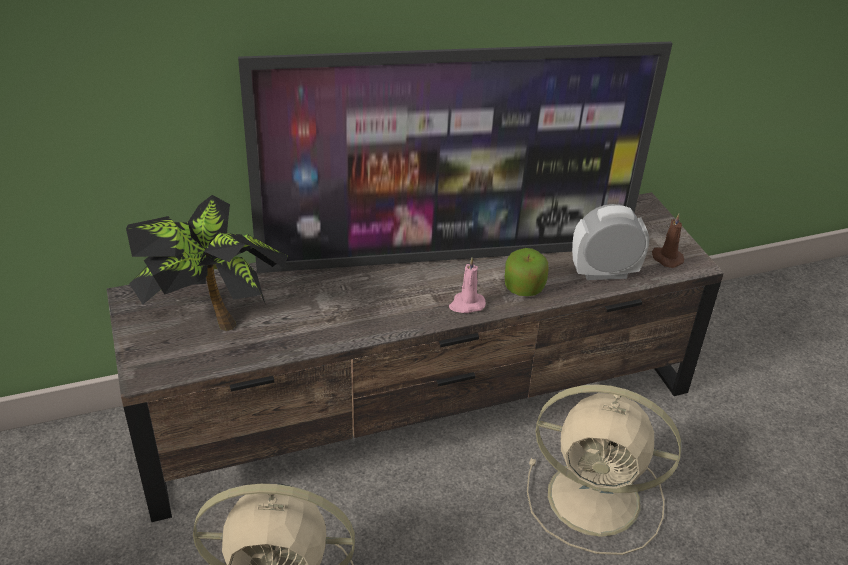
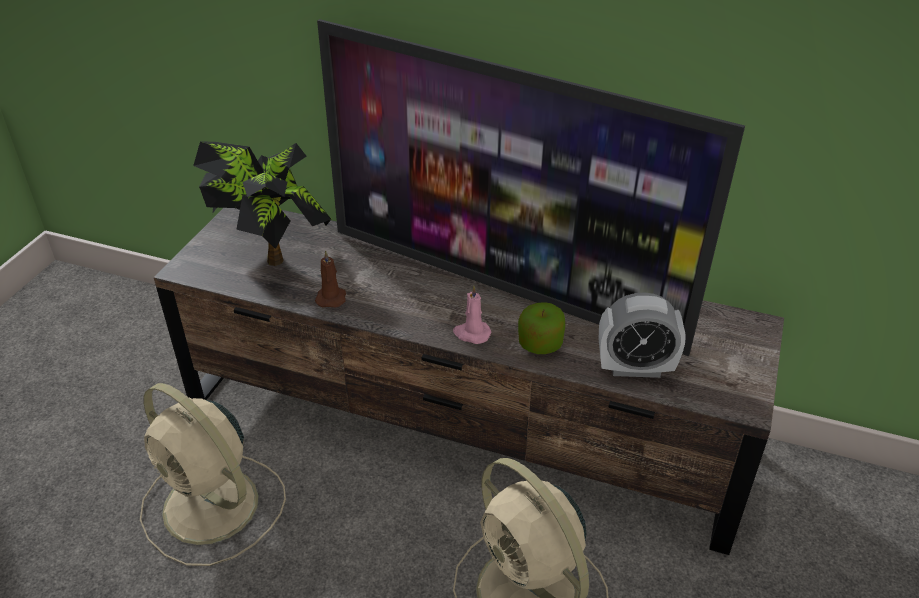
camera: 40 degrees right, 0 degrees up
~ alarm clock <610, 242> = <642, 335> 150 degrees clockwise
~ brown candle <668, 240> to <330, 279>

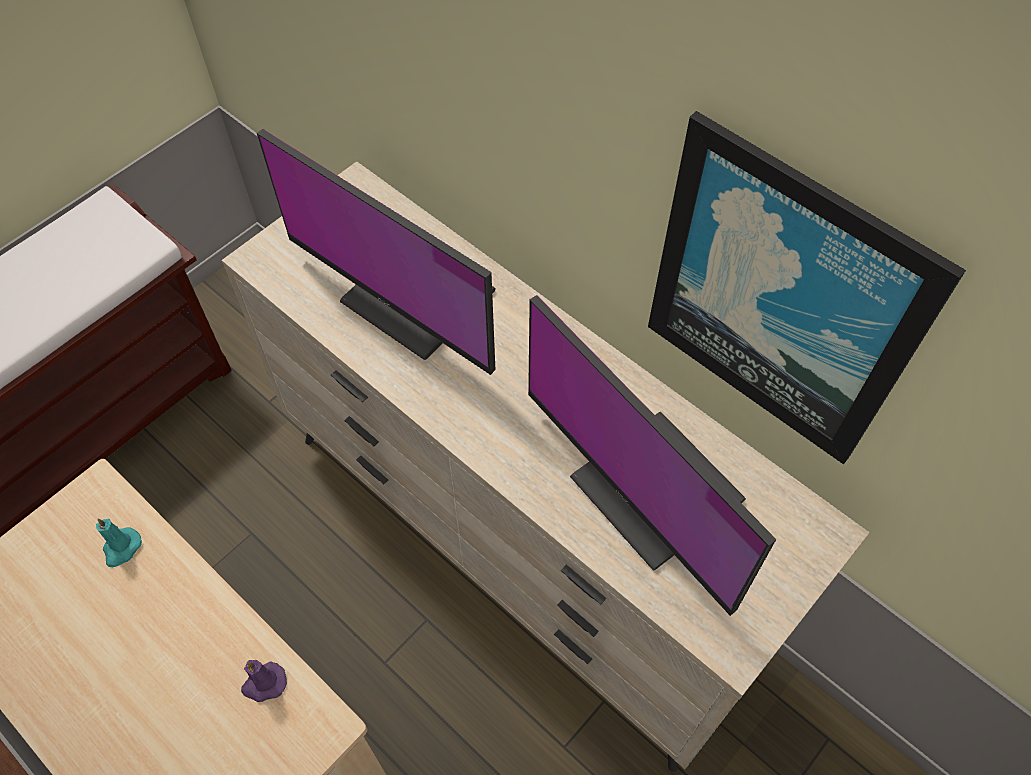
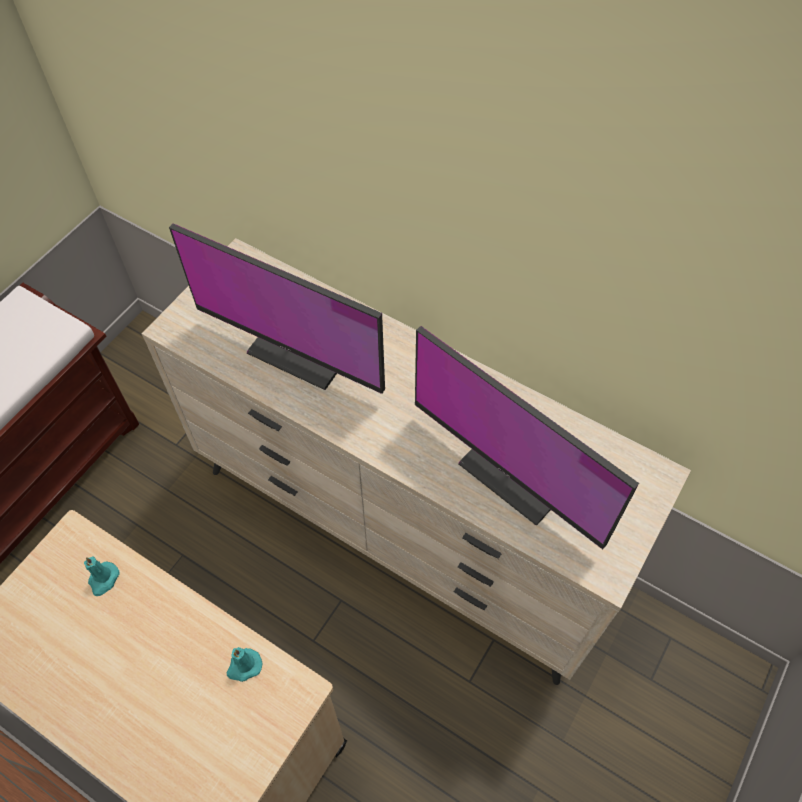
camera: 10 degrees left, 0 degrees up
~ purple candle <264, 681> to turquoise candle <244, 664>
- picture <807, 287>

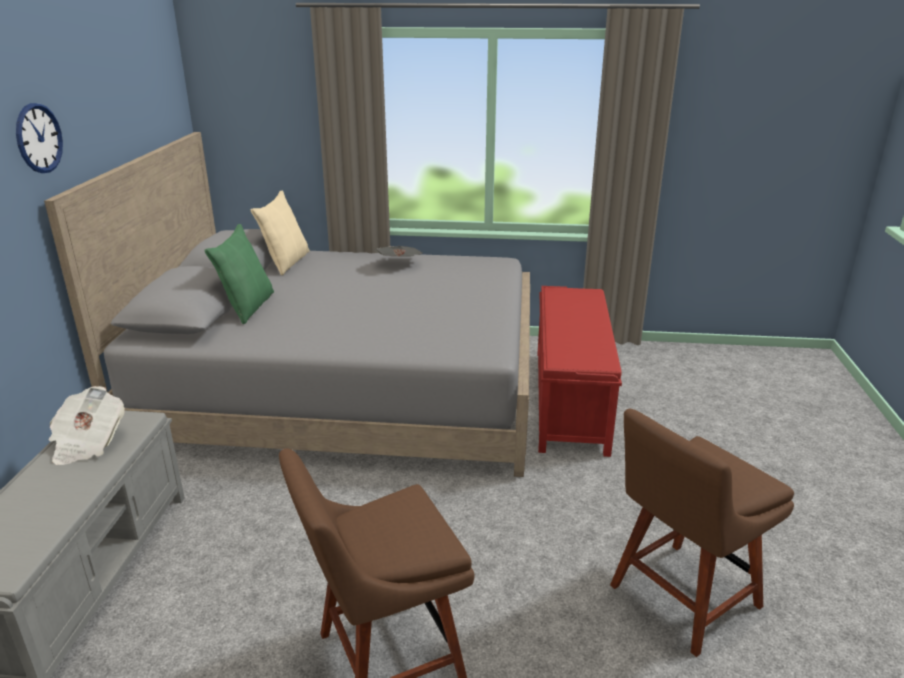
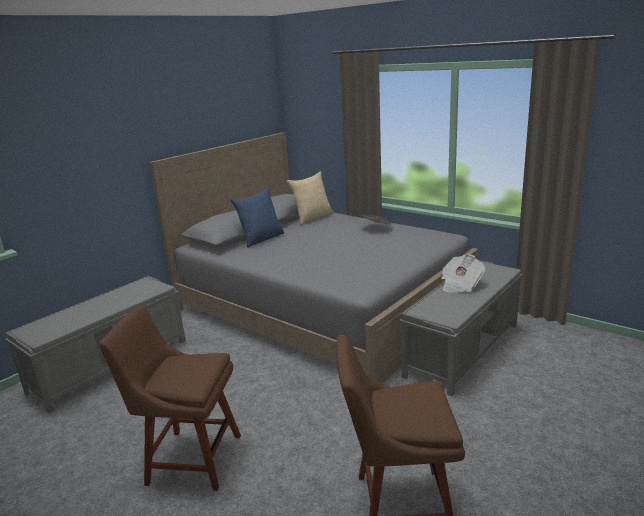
camera: 35 degrees right, 5 degrees down
- wall clock <39, 138>
~ newspaper <87, 425> to <463, 273>
~ green pillow <239, 274> to blue pillow <257, 218>
~ red bench <579, 371> to grey bench <461, 328>

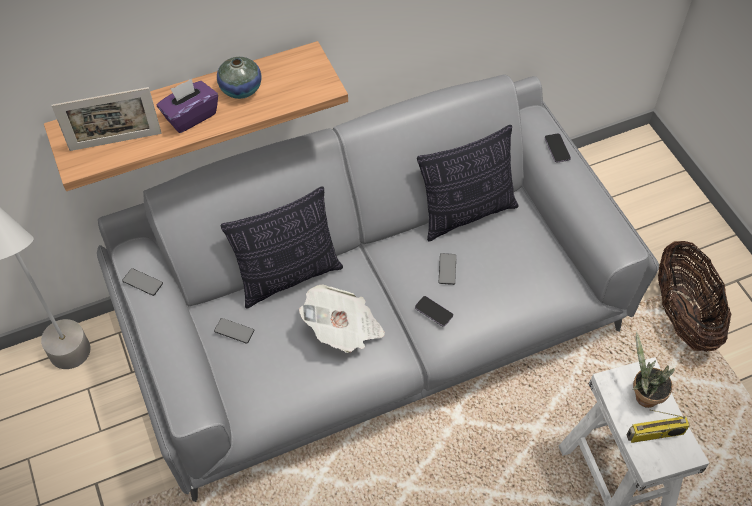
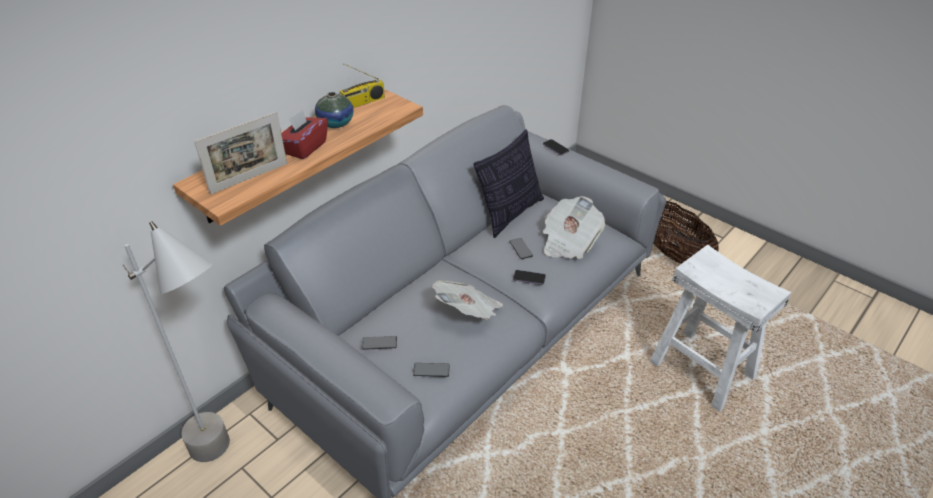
camera: 25 degrees left, 15 degrees down
~ phone <142, 282> to <431, 370>
~ purple tissue box <187, 106> to red tissue box <305, 134>
- pillow <282, 247>
~ radio <658, 426> to <362, 85>
- potted plant <654, 369>
+ newspaper <574, 227>

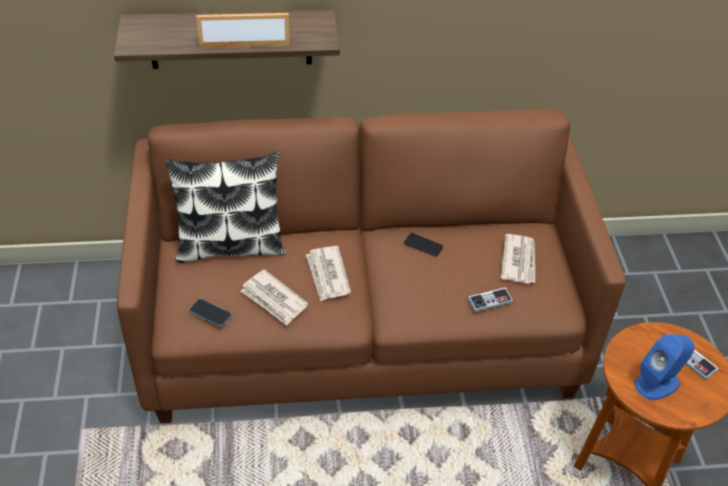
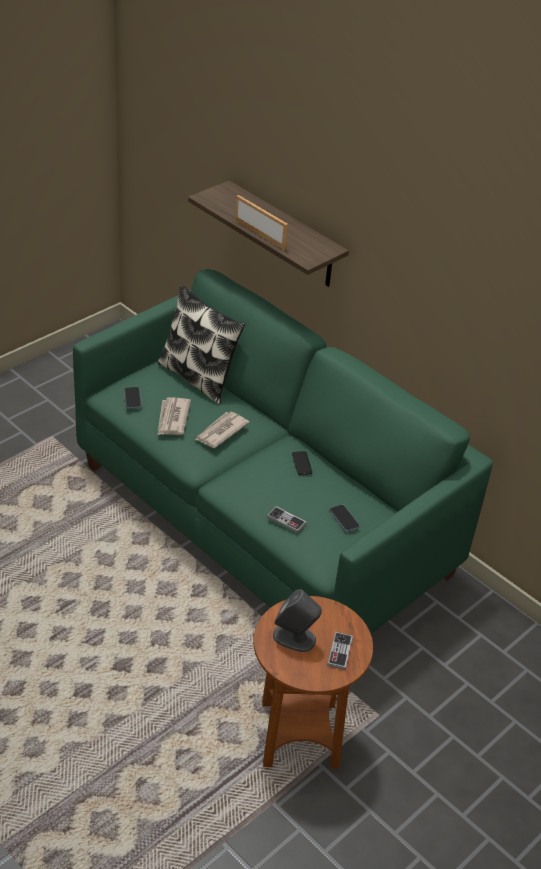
camera: 50 degrees right, 5 degrees down
~ brown sofa <371, 266> to green sofa <283, 451>
~ newspaper <518, 259> to phone <344, 518>
~ blue speaker <664, 367> to grey speaker <297, 620>

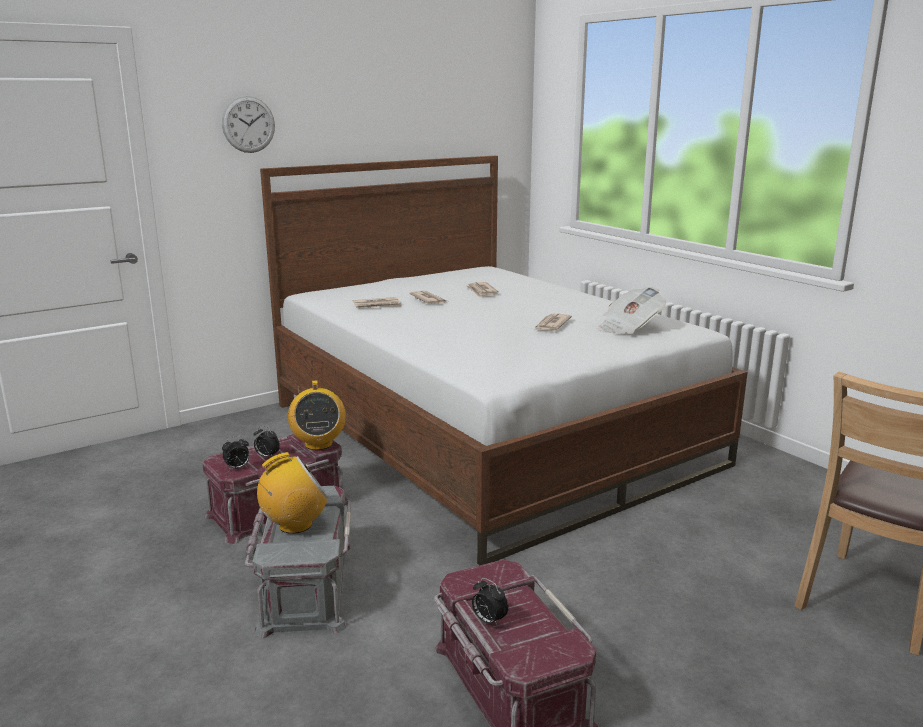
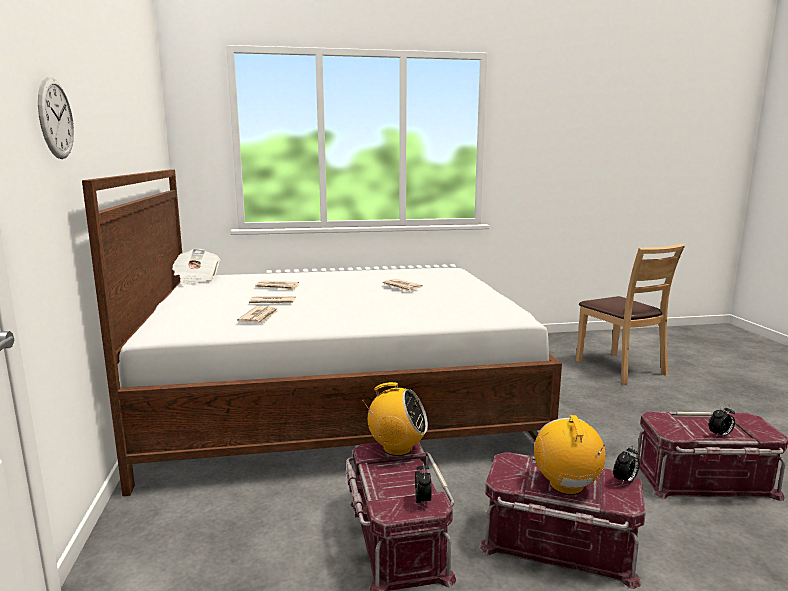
camera: 65 degrees left, 5 degrees down
~ grey storage box <298, 562> to red storage box <562, 520>
~ alarm clock <267, 441> to <626, 465>
~ newspaper <632, 310> to <196, 267>

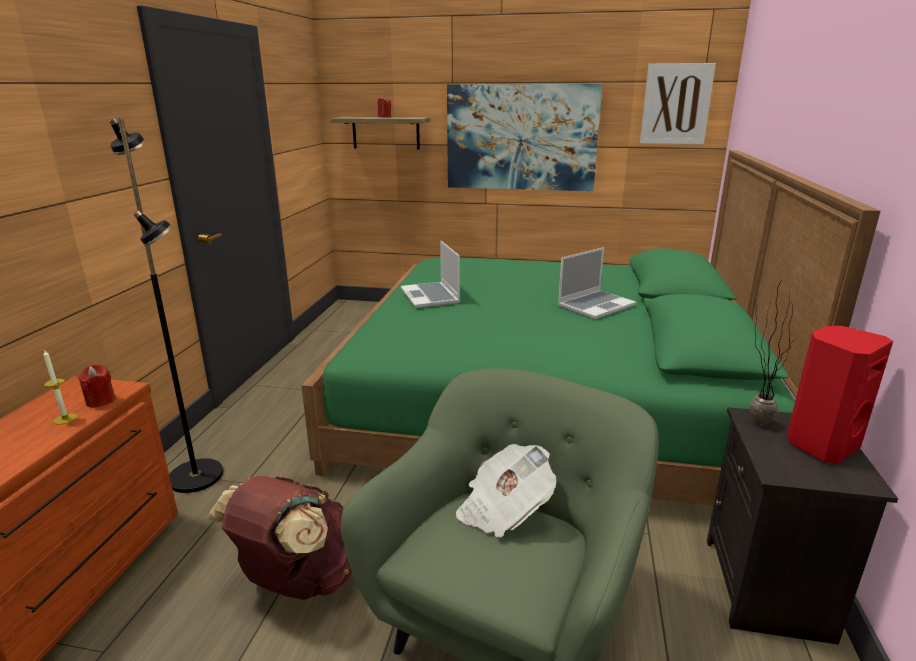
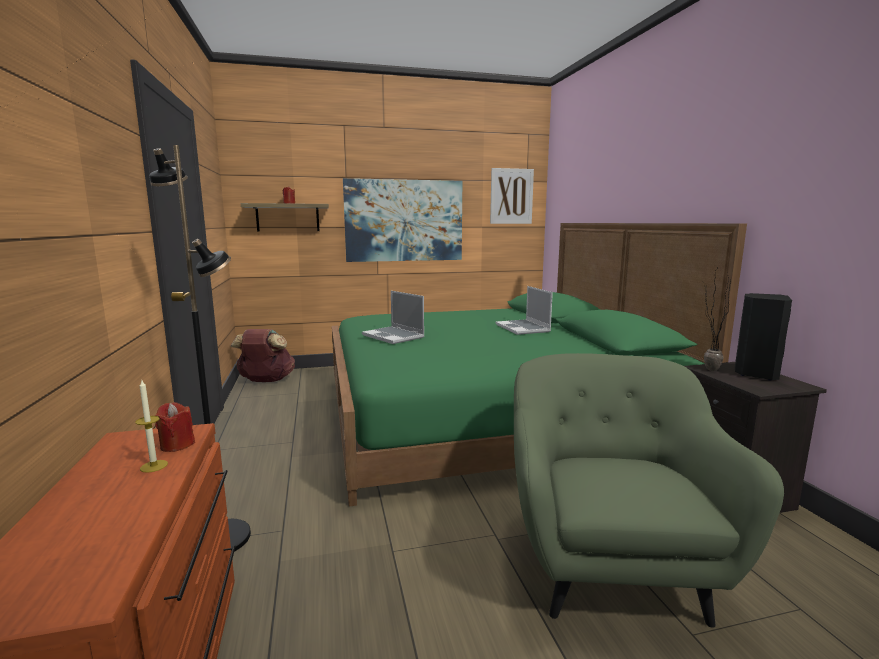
camera: 25 degrees left, 10 degrees down
~ brown backpack <278, 538> to <262, 355>
- newspaper <506, 491>
~ laptop <597, 283> = <524, 310> 135 degrees clockwise
~ red speaker <840, 395> to black speaker <763, 337>

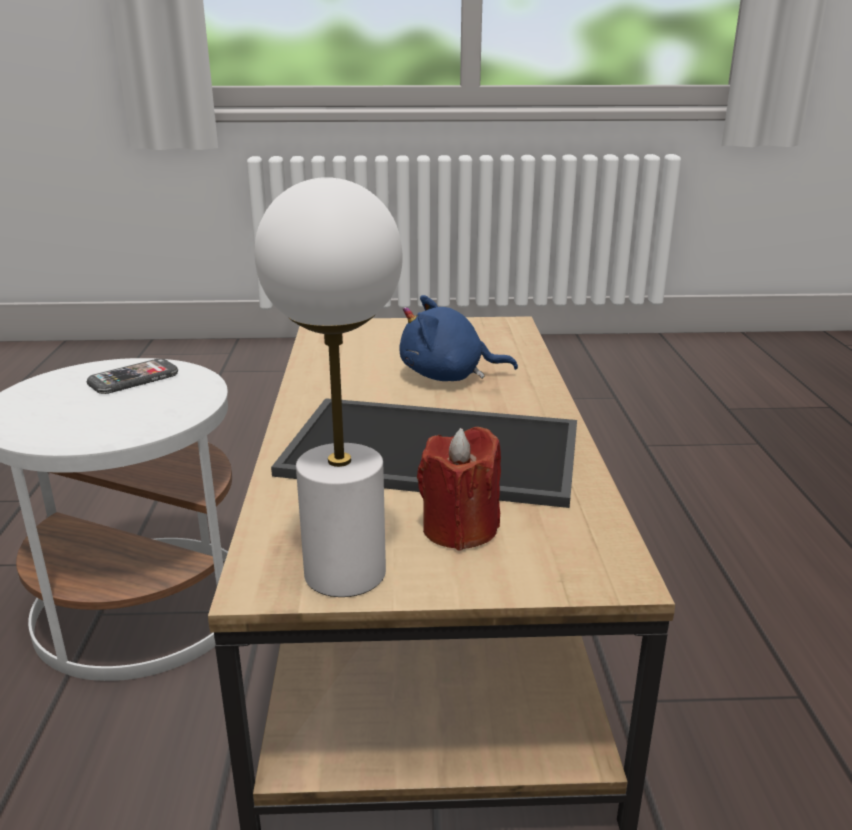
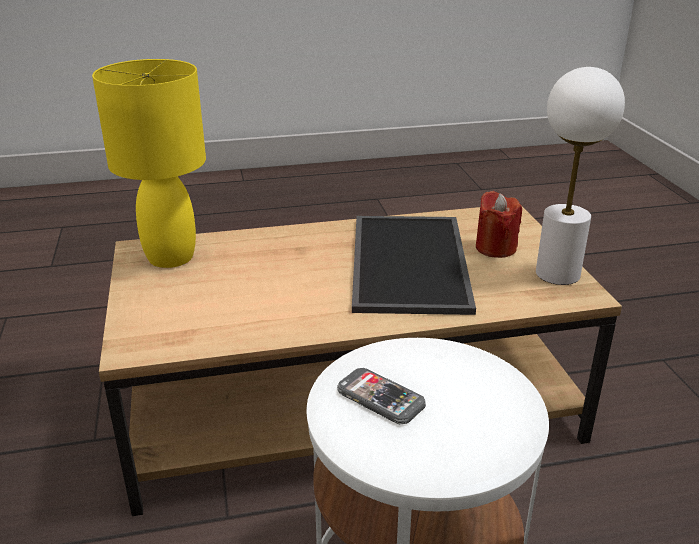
camera: 100 degrees left, 5 degrees up
- blue plush toy <458, 338>
+ yellow table lamp <149, 163>

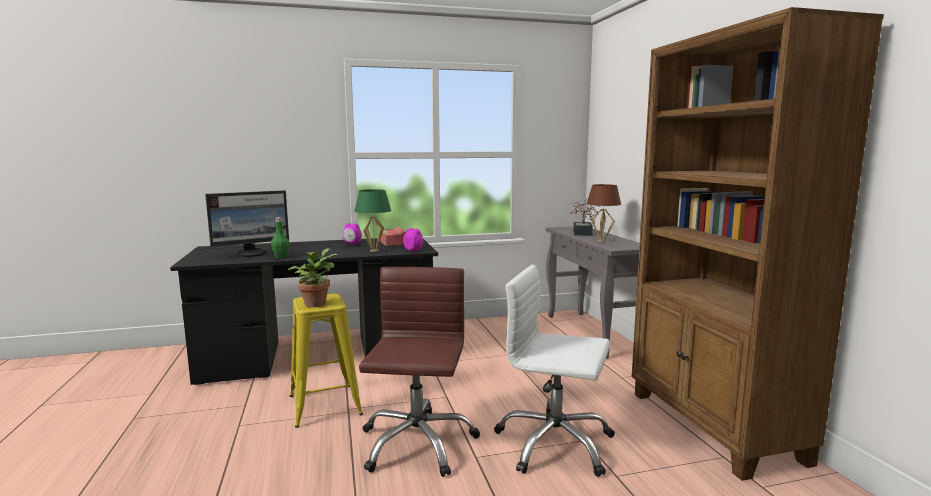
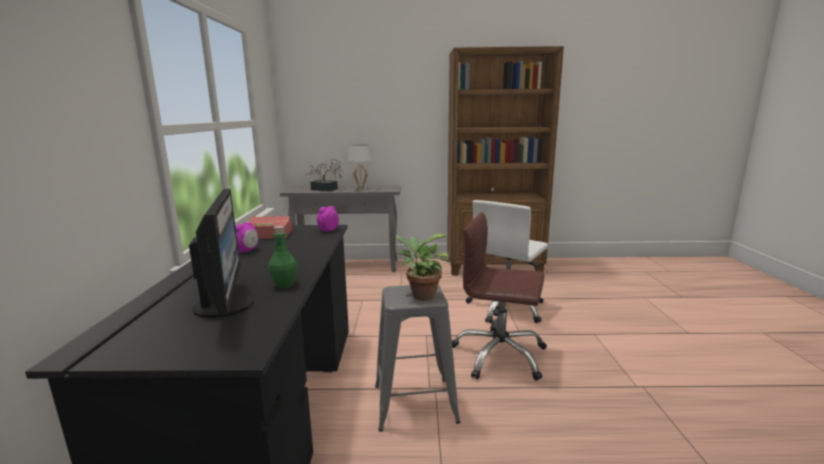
camera: 75 degrees left, 5 degrees up
~ yellow stool <326, 361> to grey stool <417, 358>
- green table lamp <372, 220>
~ brown table lamp <604, 213> to white table lamp <360, 167>

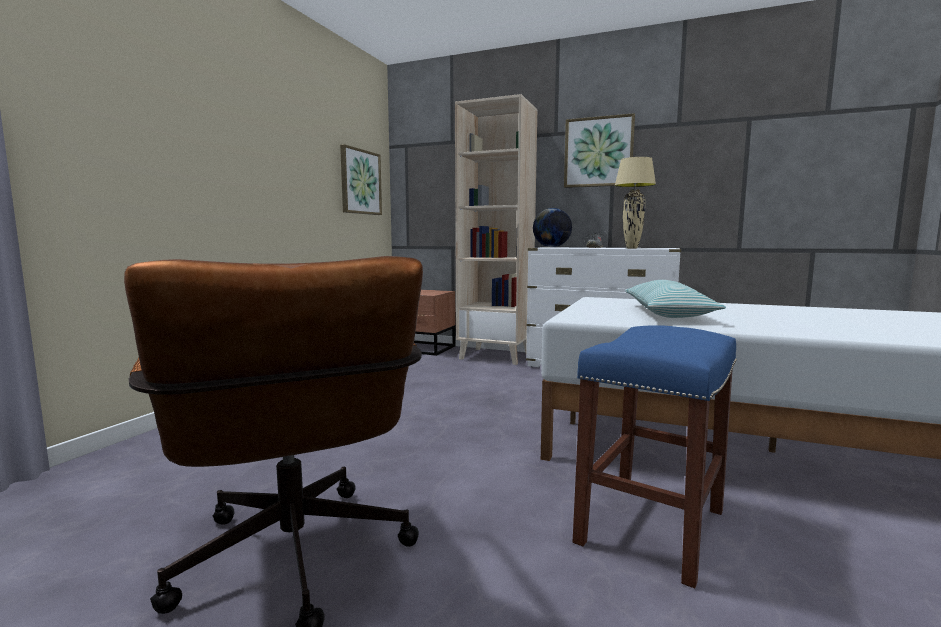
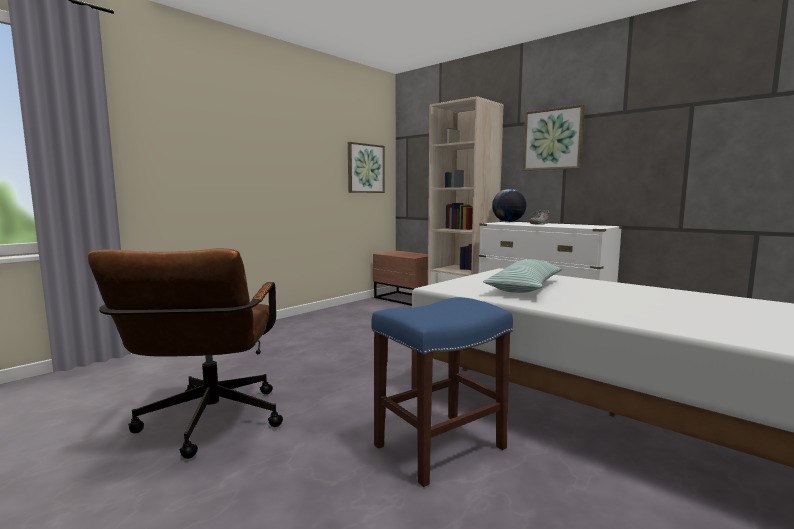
camera: 20 degrees right, 0 degrees up
- beige table lamp <635, 202>

